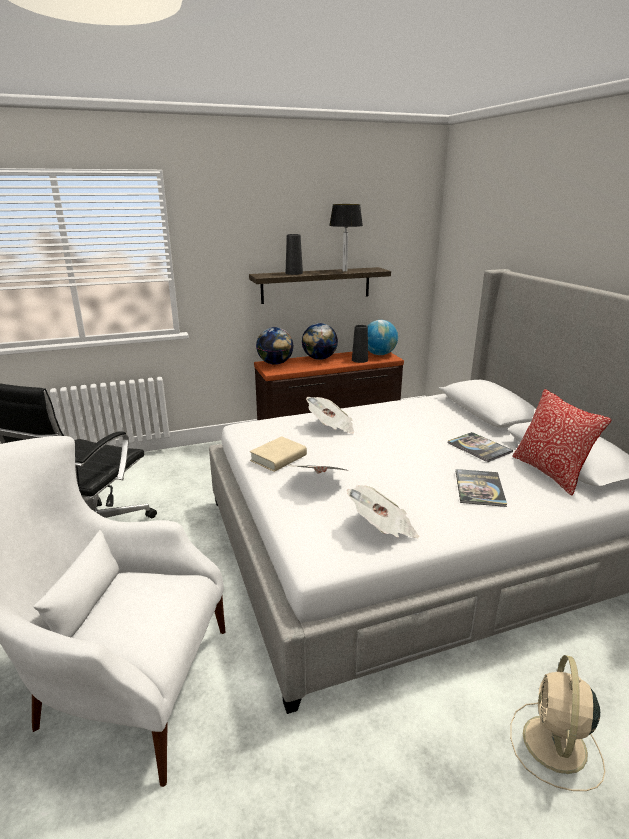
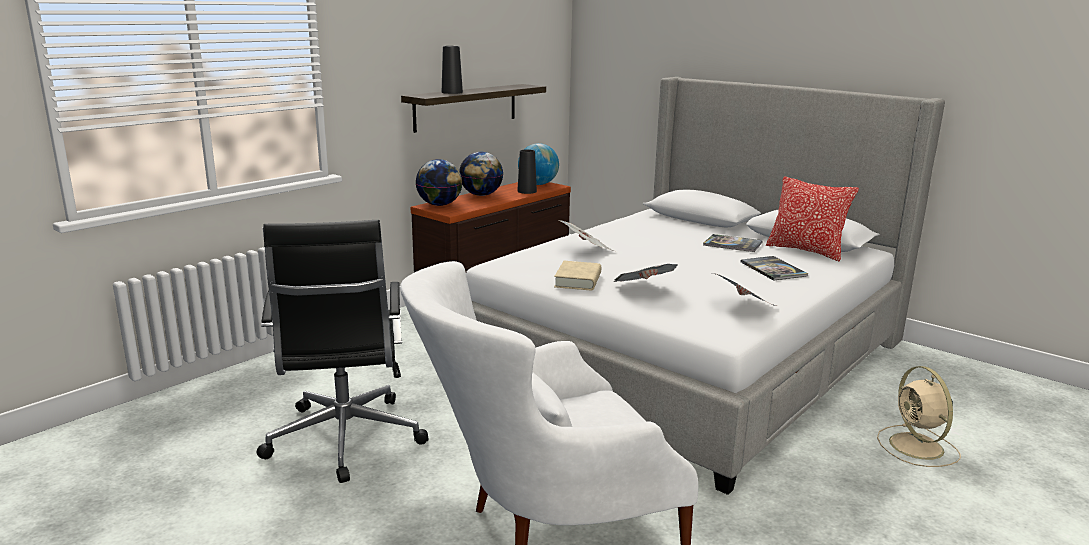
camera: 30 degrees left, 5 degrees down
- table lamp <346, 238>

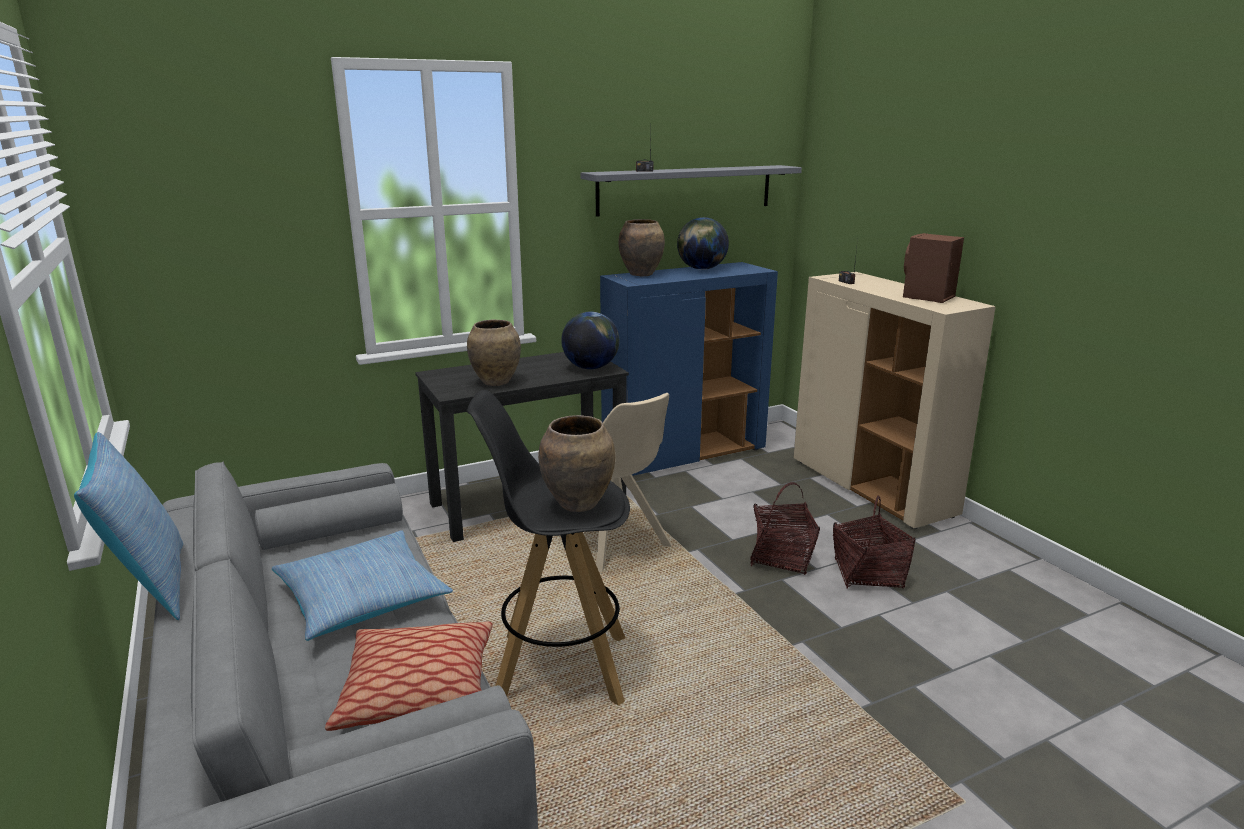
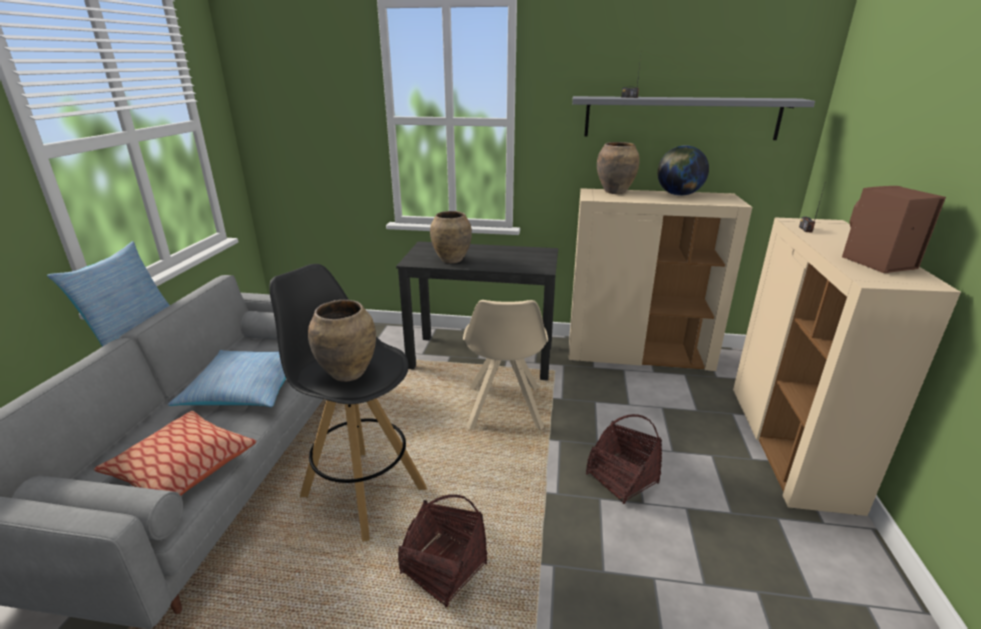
camera: 35 degrees right, 5 degrees up
- globe <590, 340>
~ blue cabinet <689, 369> to beige cabinet <660, 280>
~ basket <874, 542> to <442, 551>

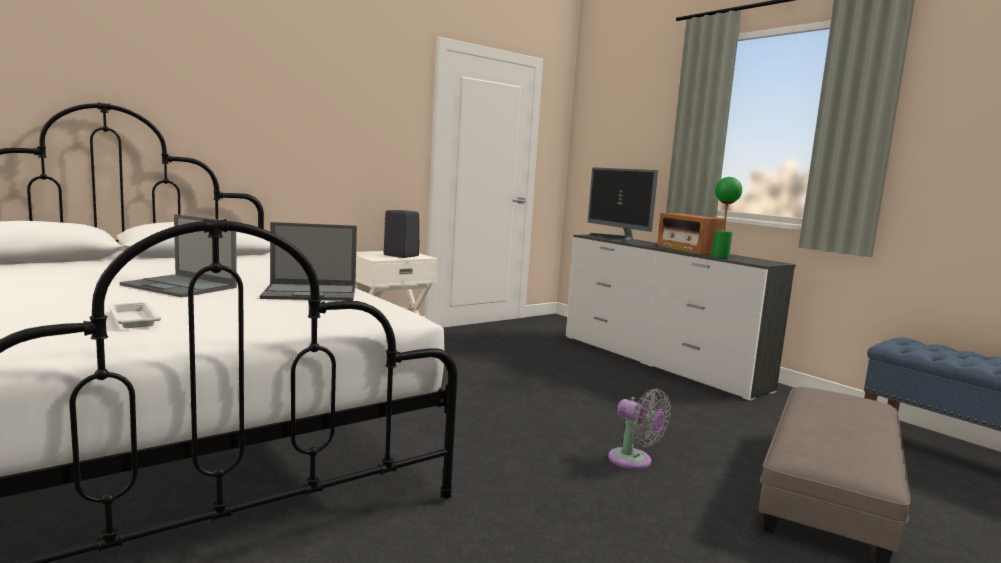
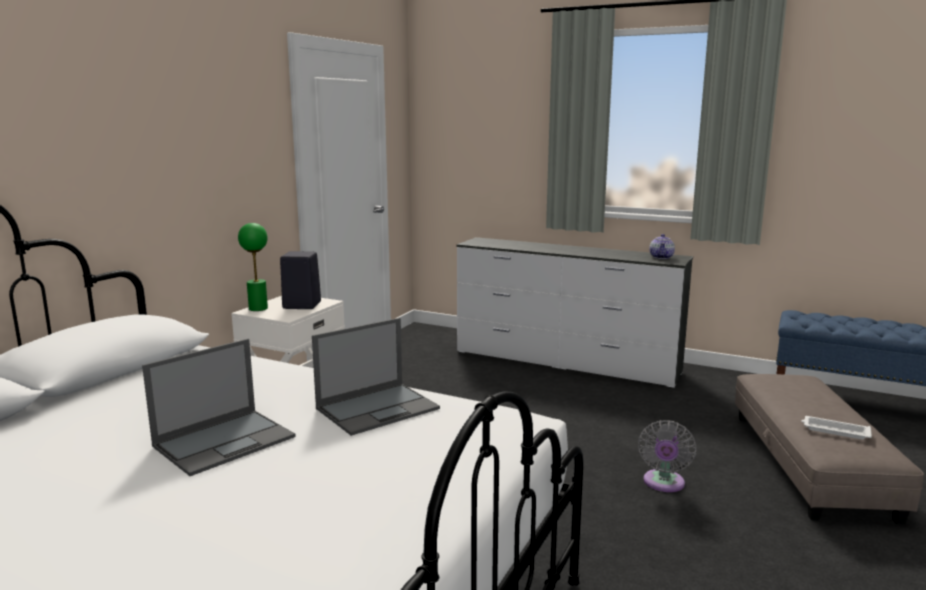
camera: 25 degrees left, 5 degrees up
~ white tray <134, 315> to <836, 428>
~ laptop <178, 255> = <218, 407> 45 degrees counterclockwise
- monitor <623, 205>
~ grey fan <639, 429> = <667, 456> 90 degrees clockwise
- radio <691, 233>
~ green table lamp <727, 217> to <253, 267>
+ teapot <662, 246>

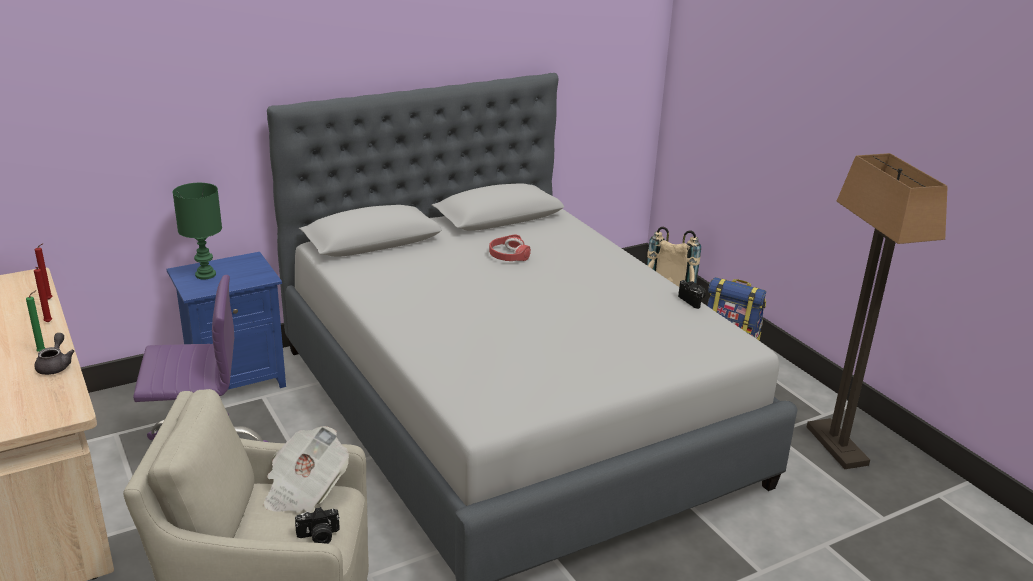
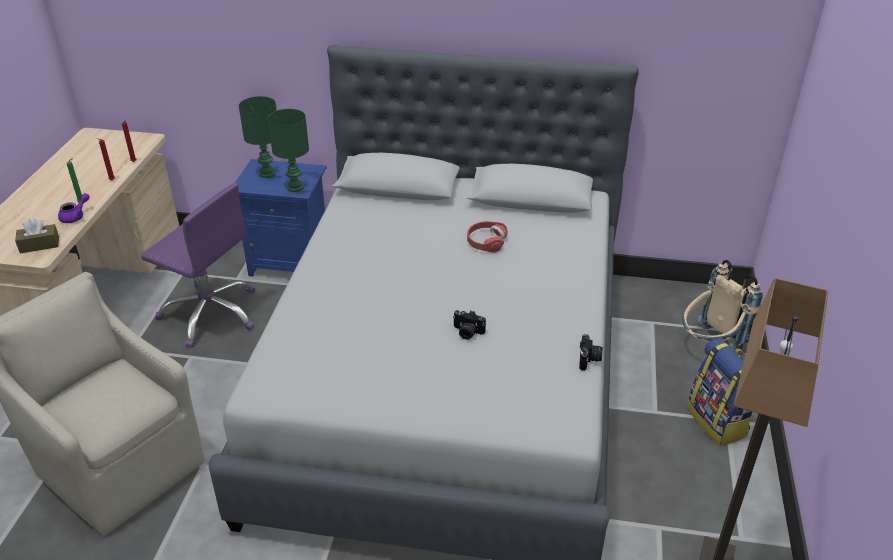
camera: 40 degrees right, 10 degrees up
~ grey teapot <55, 354> to purple teapot <74, 208>
- newspaper <306, 469>
~ photo camera <317, 525> to <469, 325>
+ brown tissue box <37, 235>
+ green table lamp <288, 150>

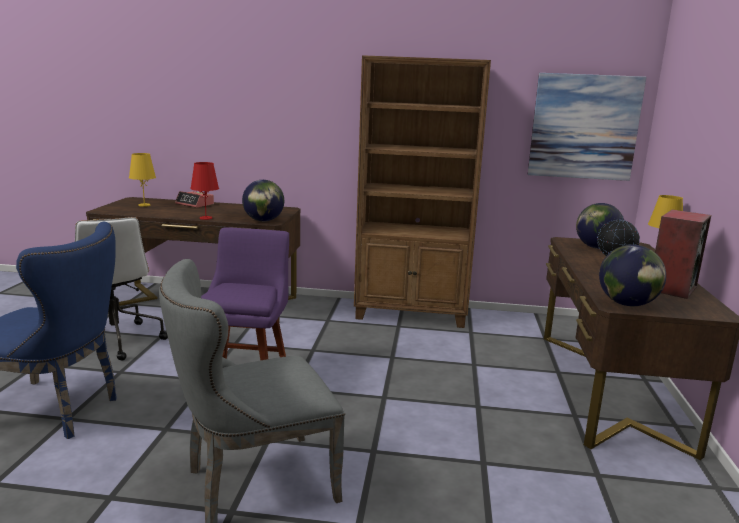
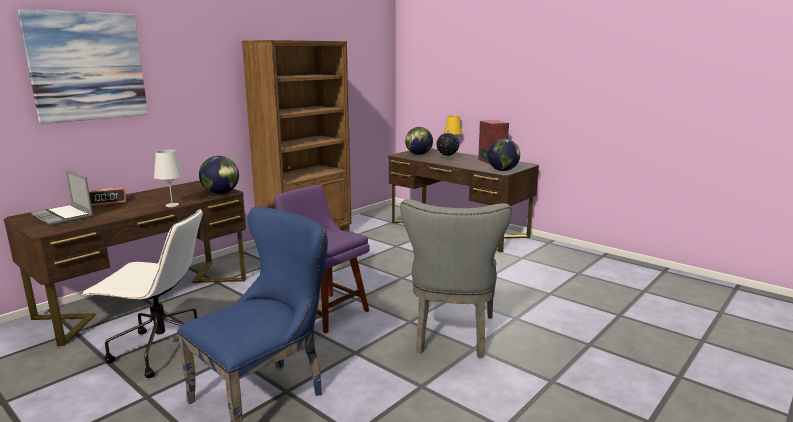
camera: 55 degrees left, 0 degrees up
~ yellow table lamp <142, 180> to laptop <62, 197>
~ red table lamp <204, 191> to white table lamp <168, 178>
~ picture <587, 127> to <82, 66>

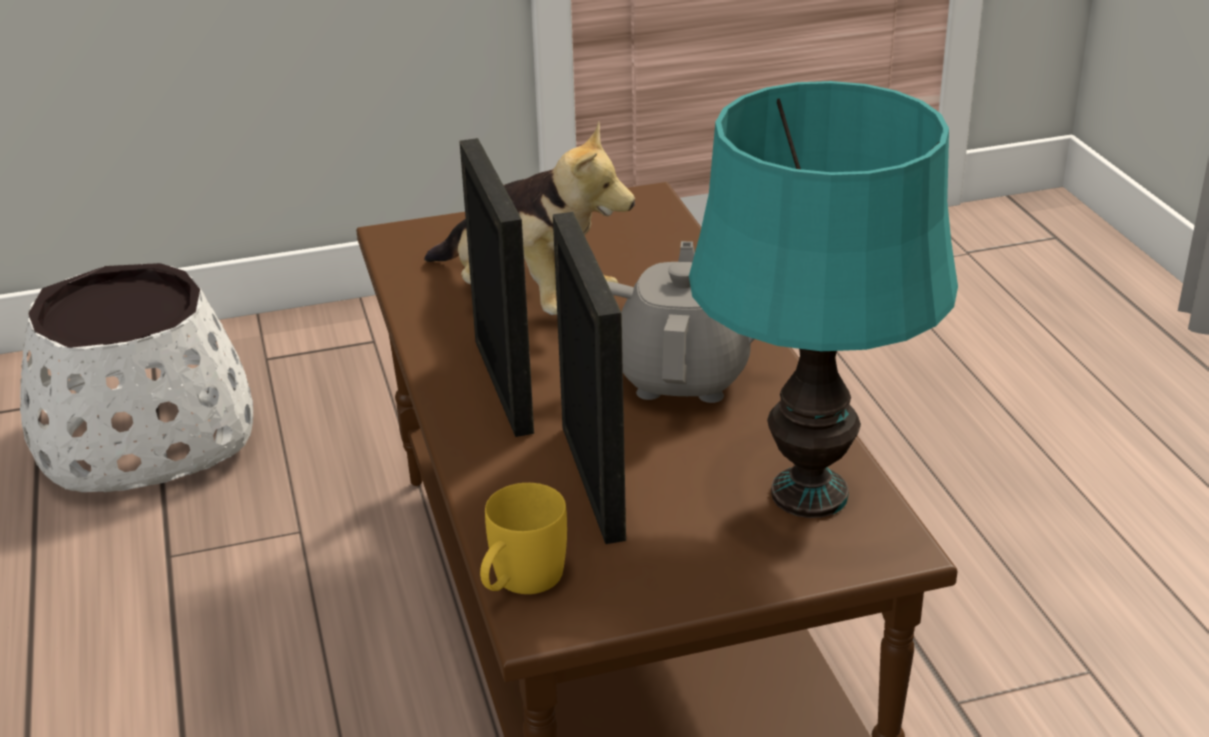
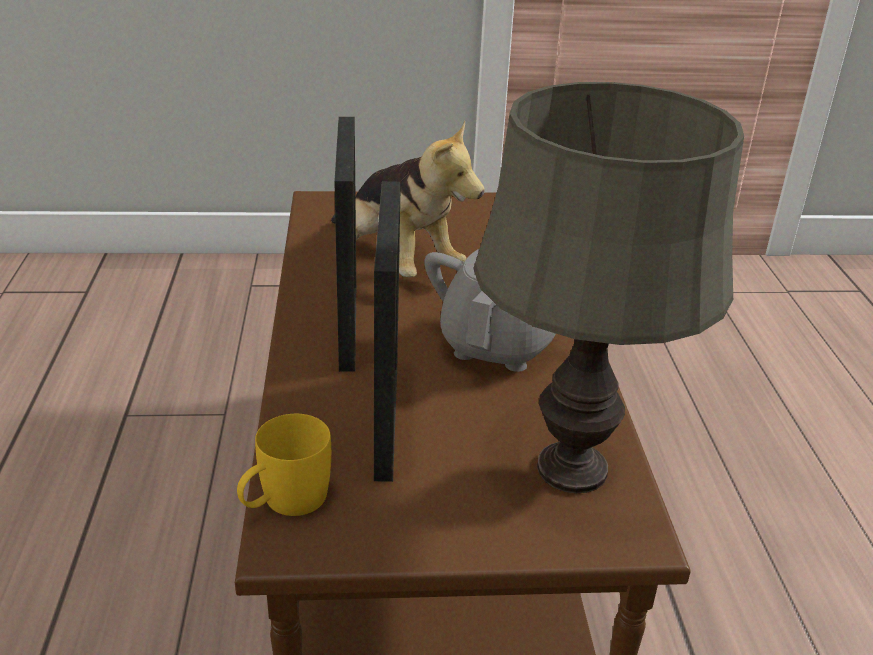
camera: 10 degrees right, 0 degrees up
- white planter <136, 377>
~ turquoise table lamp <823, 299> to grey table lamp <608, 287>

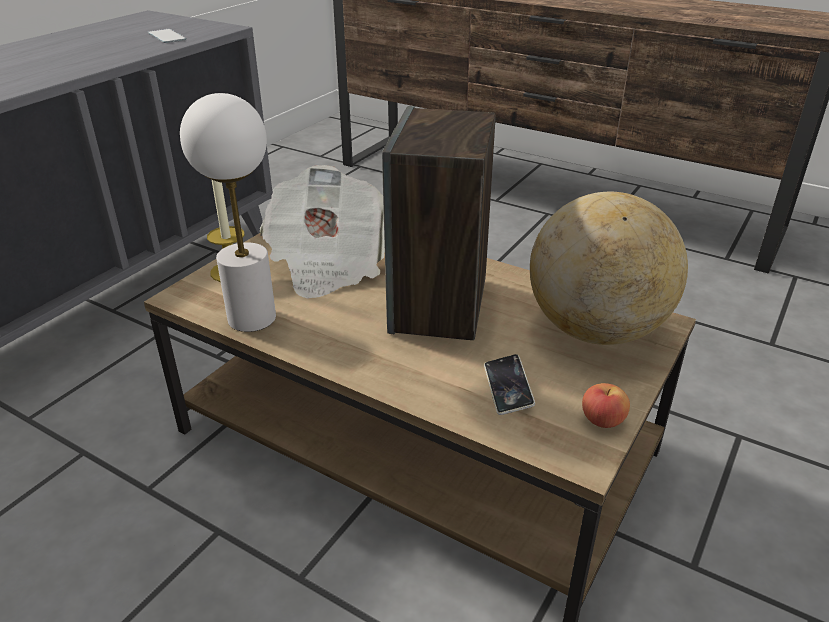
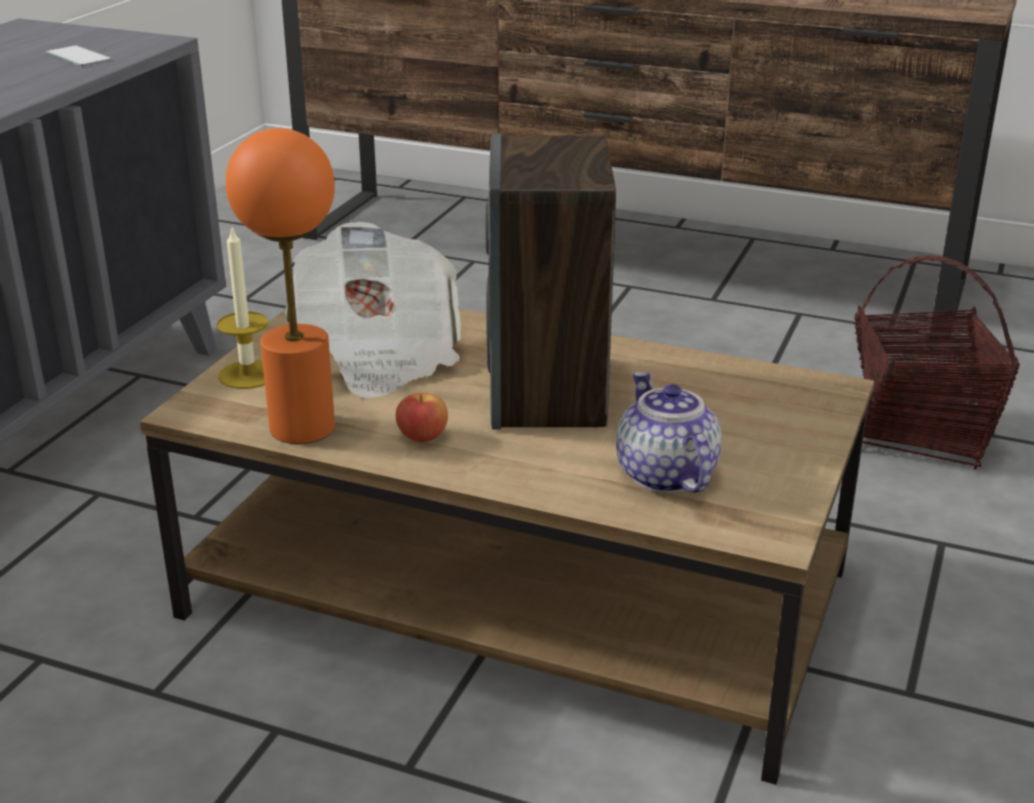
camera: 10 degrees left, 5 degrees down
~ white table lamp <228, 212> to orange table lamp <280, 286>
~ phone <509, 384> to teapot <669, 432>
- globe <609, 268>
~ apple <606, 405> to <422, 417>
+ basket <937, 362>

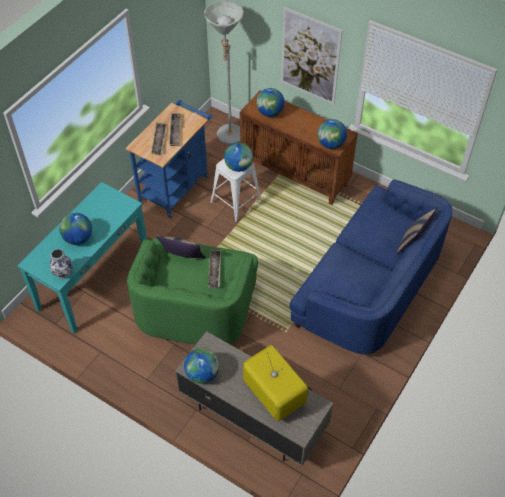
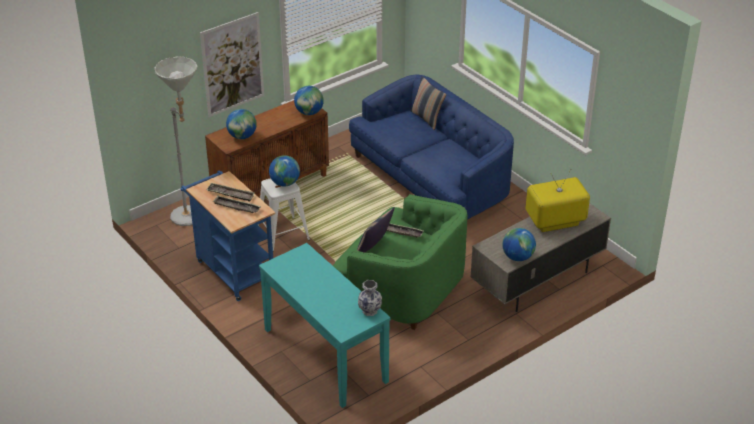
camera: 70 degrees left, 15 degrees down
- globe <75, 229>

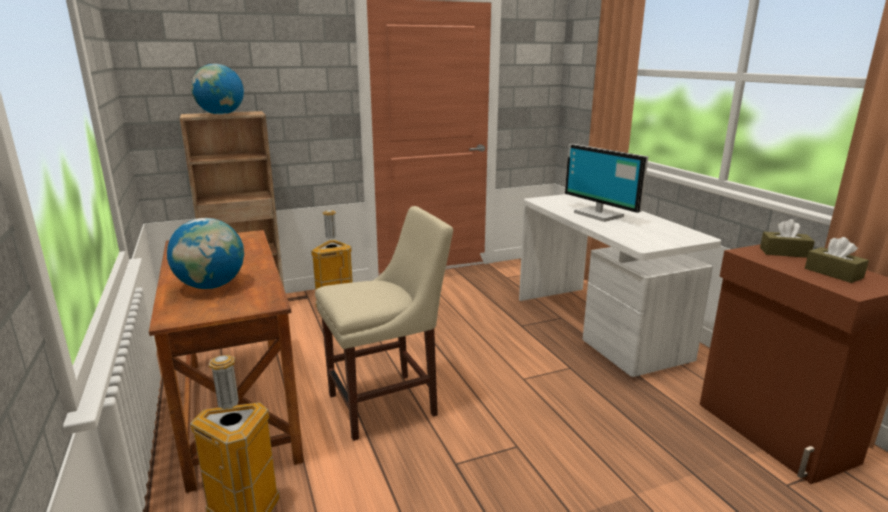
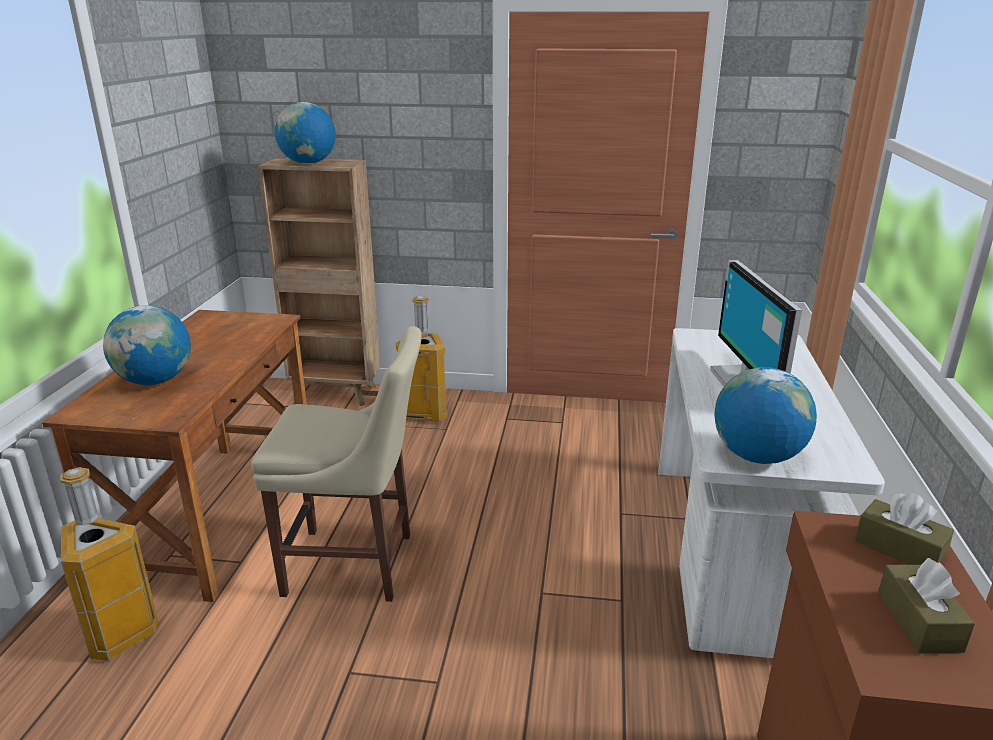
camera: 30 degrees right, 5 degrees up
+ globe <765, 415>

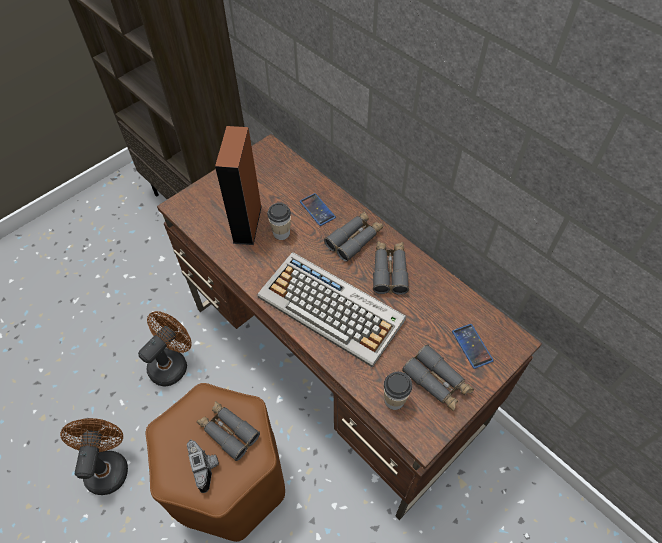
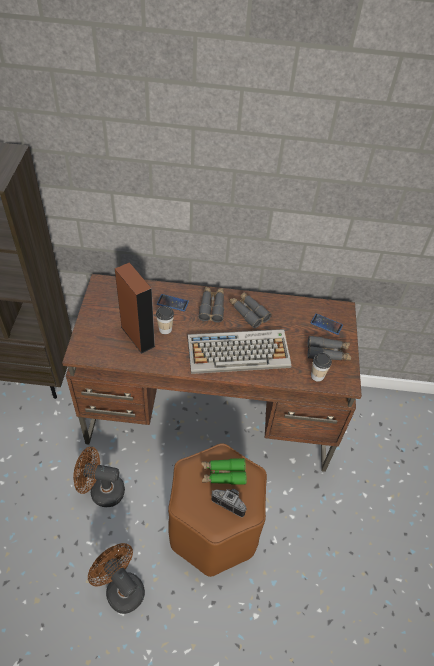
camera: 45 degrees left, 5 degrees down
~ brown fan <165, 348> = <99, 477> 75 degrees counterclockwise
~ grey binoculars <228, 431> to green binoculars <224, 471>

